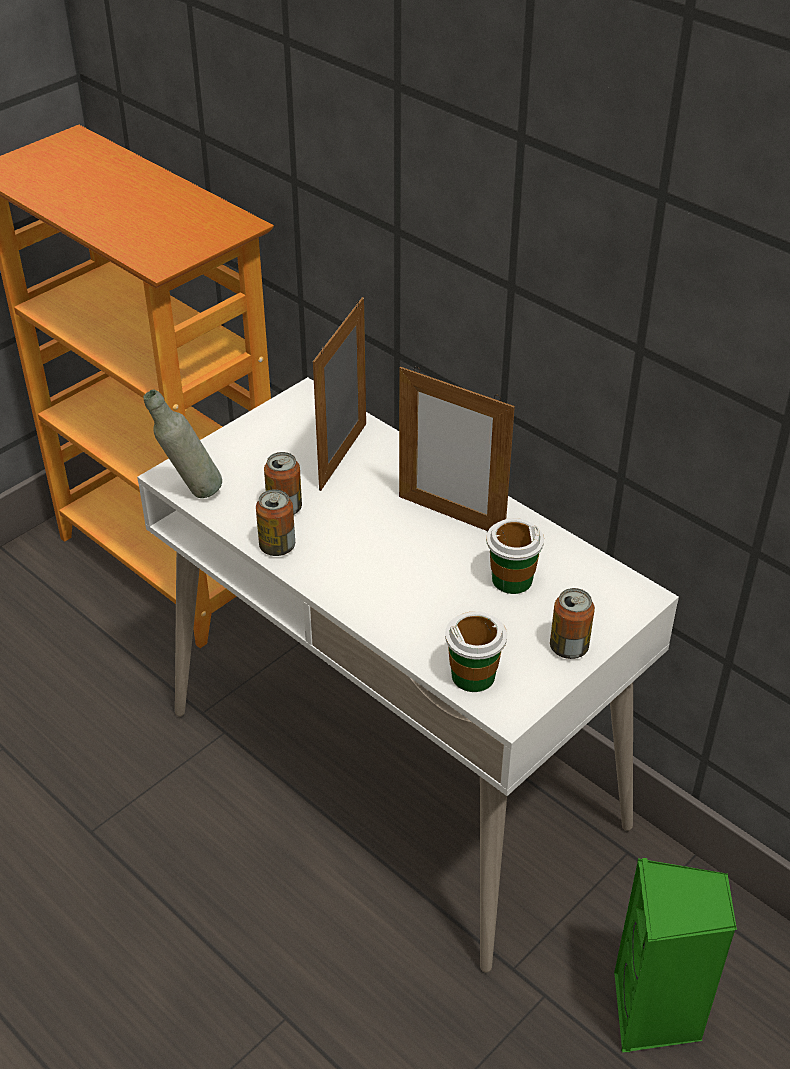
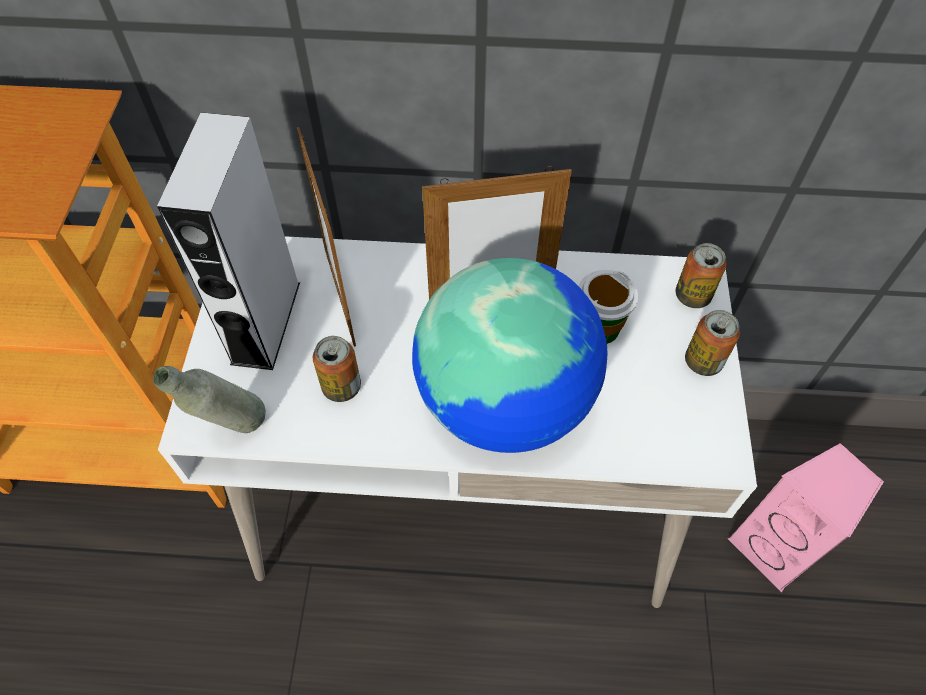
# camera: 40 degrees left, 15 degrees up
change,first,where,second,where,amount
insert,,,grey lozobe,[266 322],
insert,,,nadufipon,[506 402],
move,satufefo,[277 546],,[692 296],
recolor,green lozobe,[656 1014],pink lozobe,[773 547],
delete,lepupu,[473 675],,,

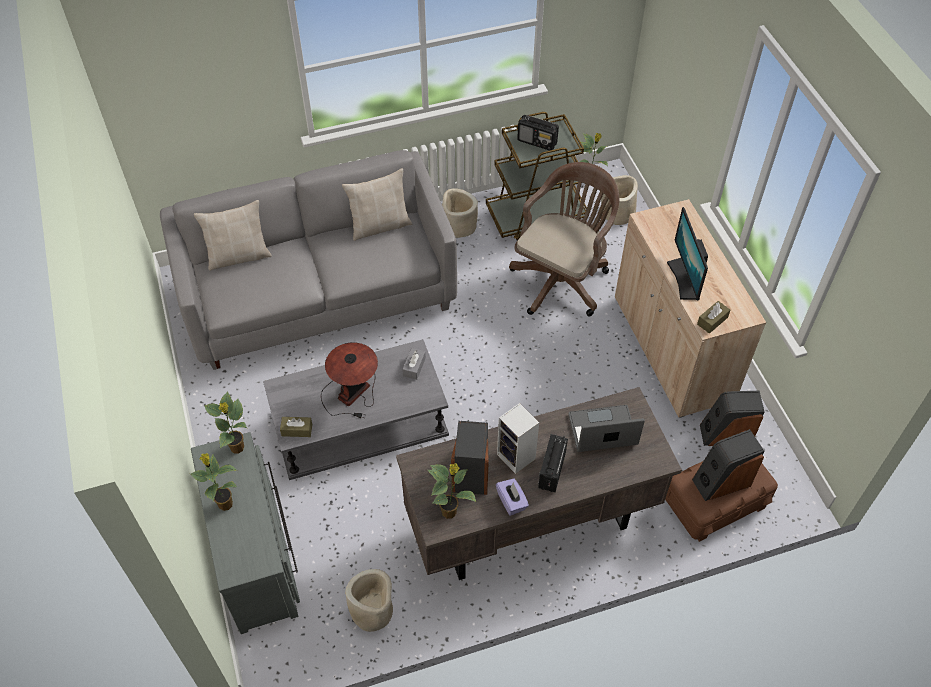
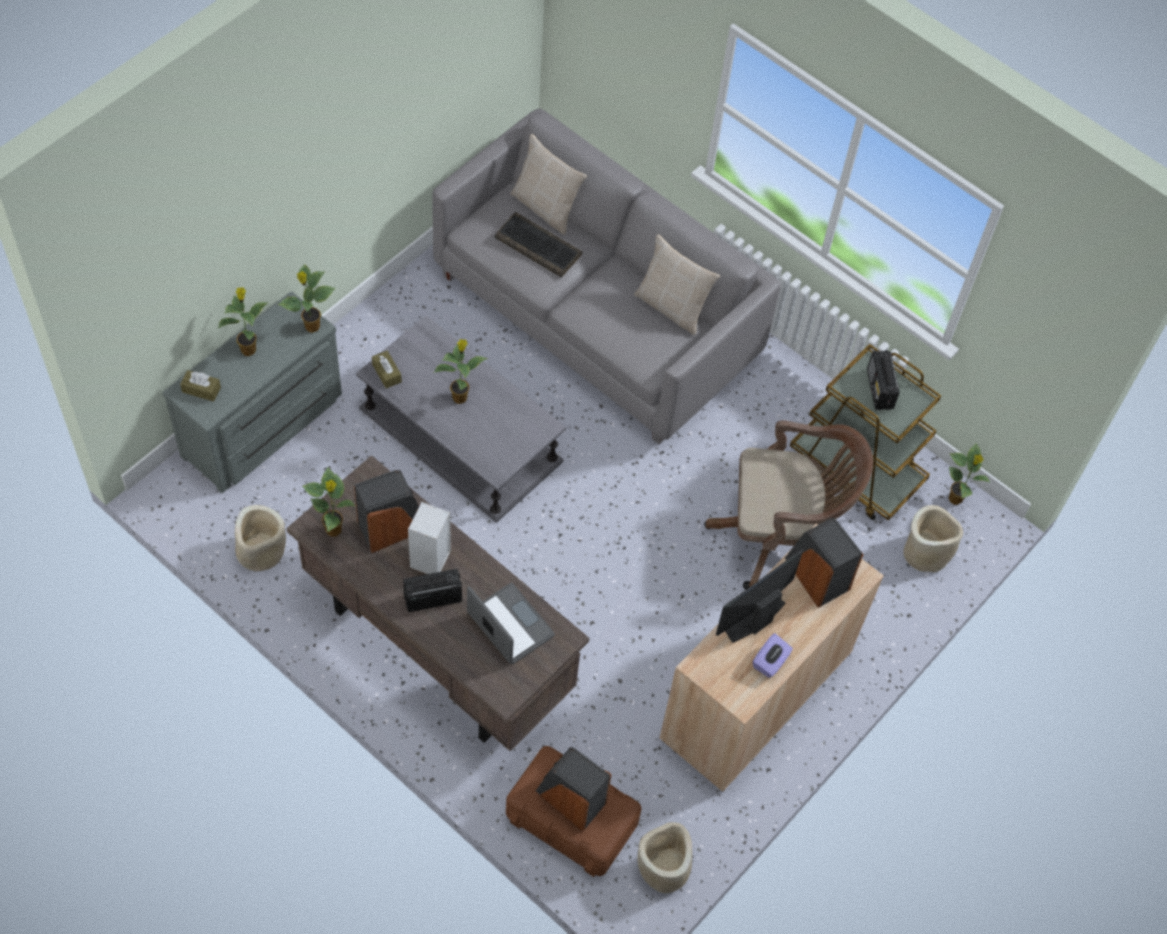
# camera: 55 degrees right, 5 degrees up
change,first,where,second,where,amount
move,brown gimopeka,[712 321],,[201 389],
replace,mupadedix,[352 392],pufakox,[460 397],
insert,,,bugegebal,[539 246],
move,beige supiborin,[459 226],,[663 868],
move,purple gimopeka,[511 502],,[770 662],
move,lozobe,[725 434],,[816 575],
delete,grey gimopeka,[414 367],,,

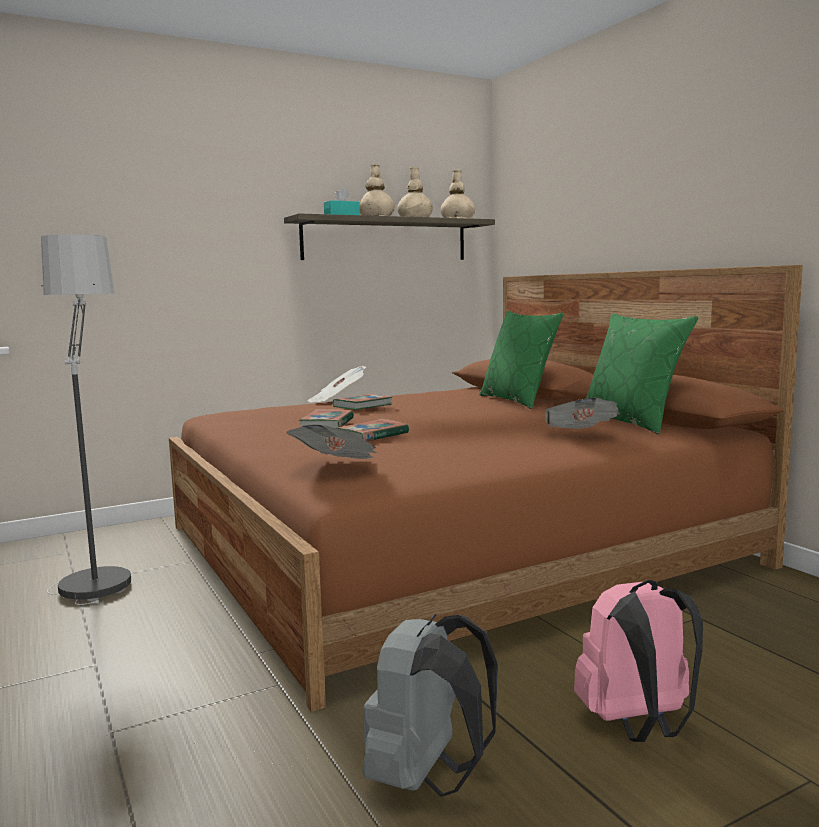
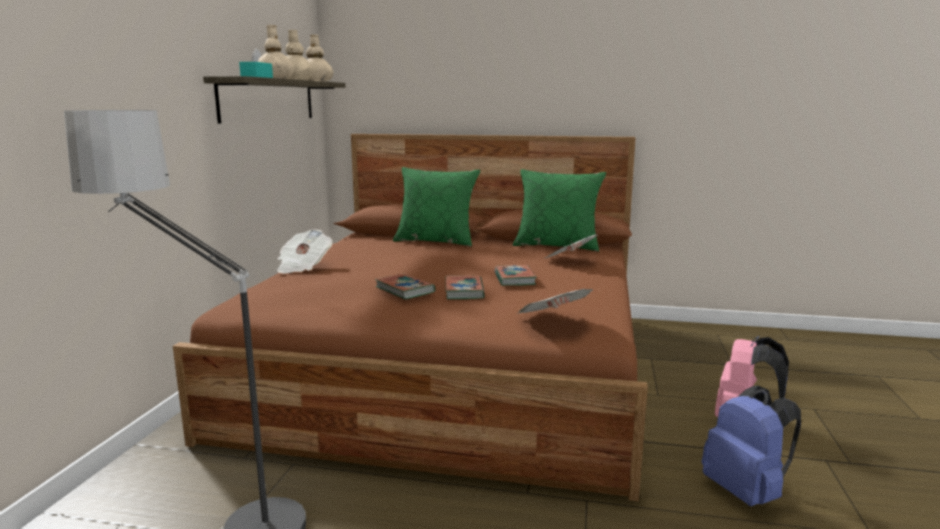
# camera: 50 degrees left, 5 degrees up
change,first,where,second,where,amount
move,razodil,[362 406],,[514 279],
recolor,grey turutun,[426 777],blue turutun,[746 492],

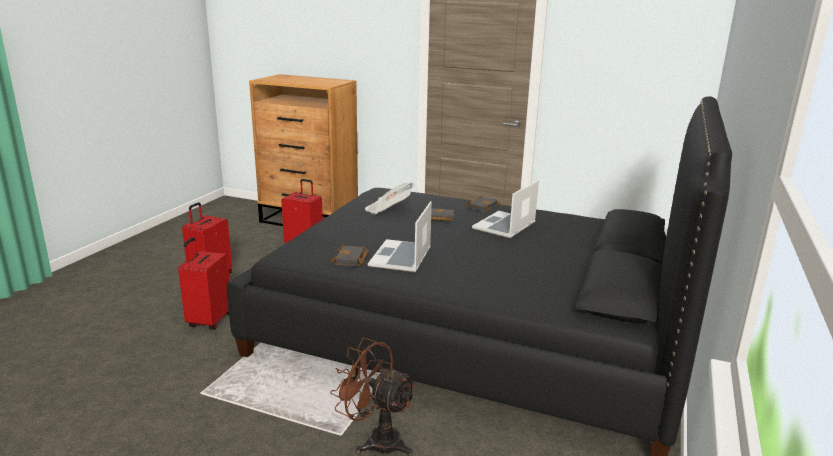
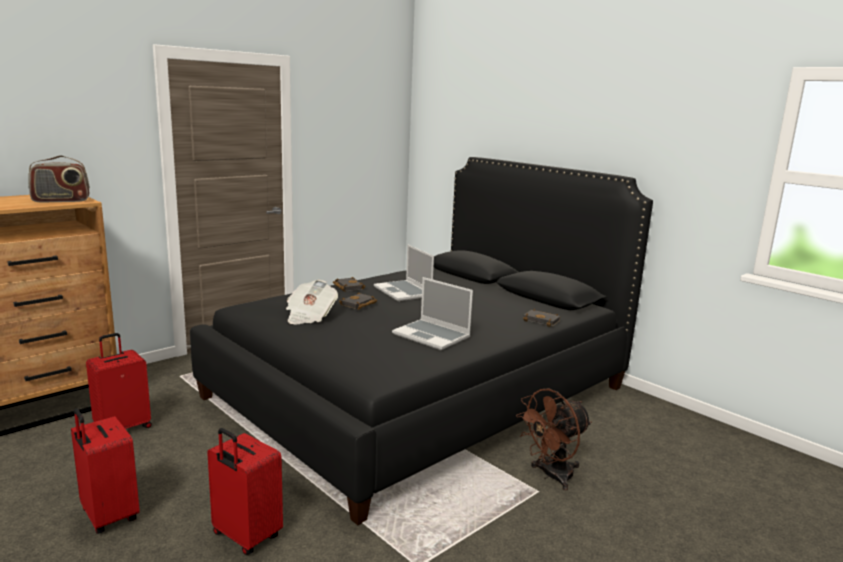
# camera: 65 degrees left, 5 degrees down
change,first,where,second,where,amount
insert,,,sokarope,[61 200],
move,black razodil,[351 259],,[542 321],

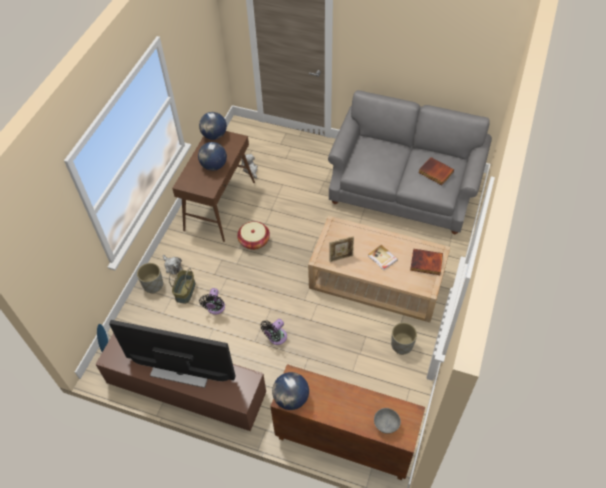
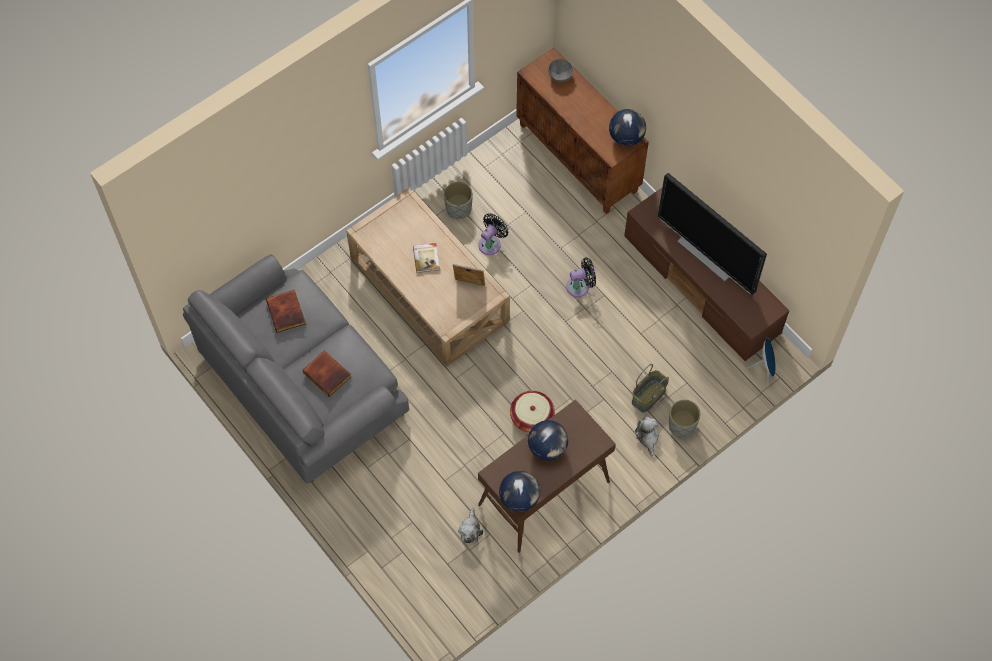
# camera: 150 degrees left, 10 degrees up
change,first,where,second,where,amount
move,razodil,[426 263],,[328 374],
move,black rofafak,[215 308],,[491 243],

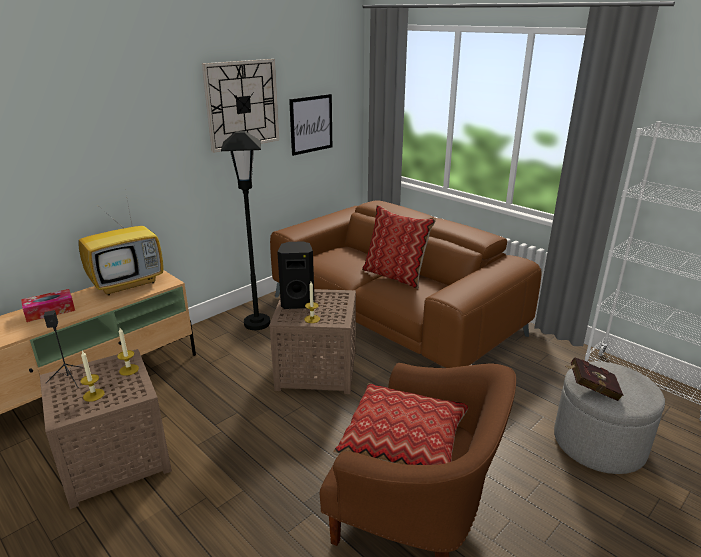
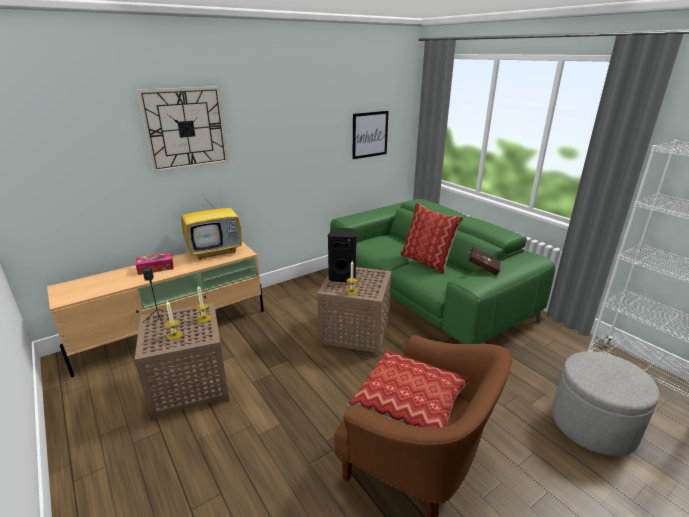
# camera: 10 degrees right, 0 degrees up
change,first,where,second,where,amount
move,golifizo,[242 104],,[186 128],
recolor,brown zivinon,[394 315],green zivinon,[425 294],
move,red razodil,[590 388],,[481 268],
delete,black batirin,[257 323],,,

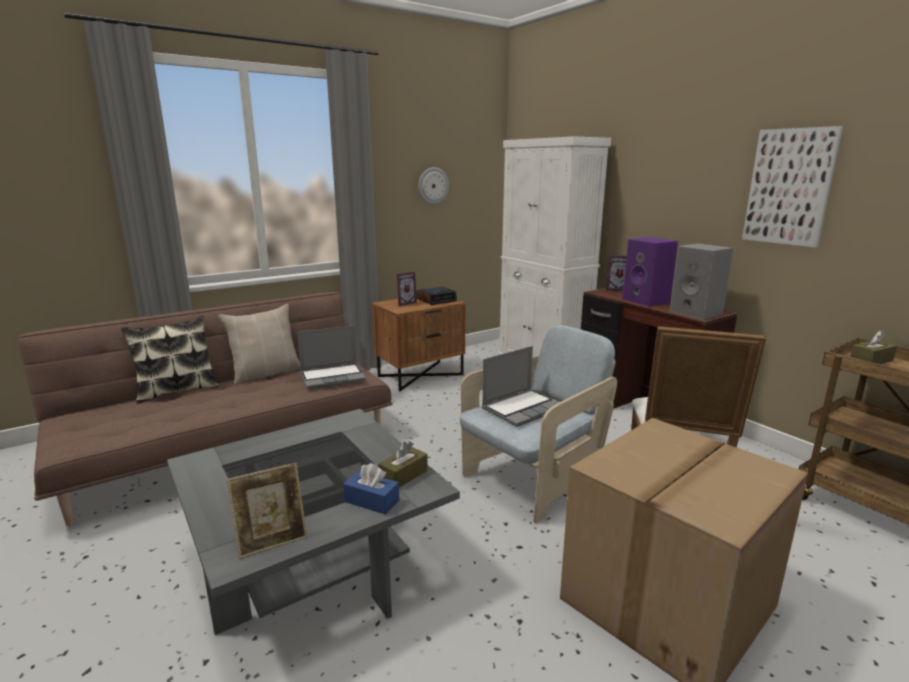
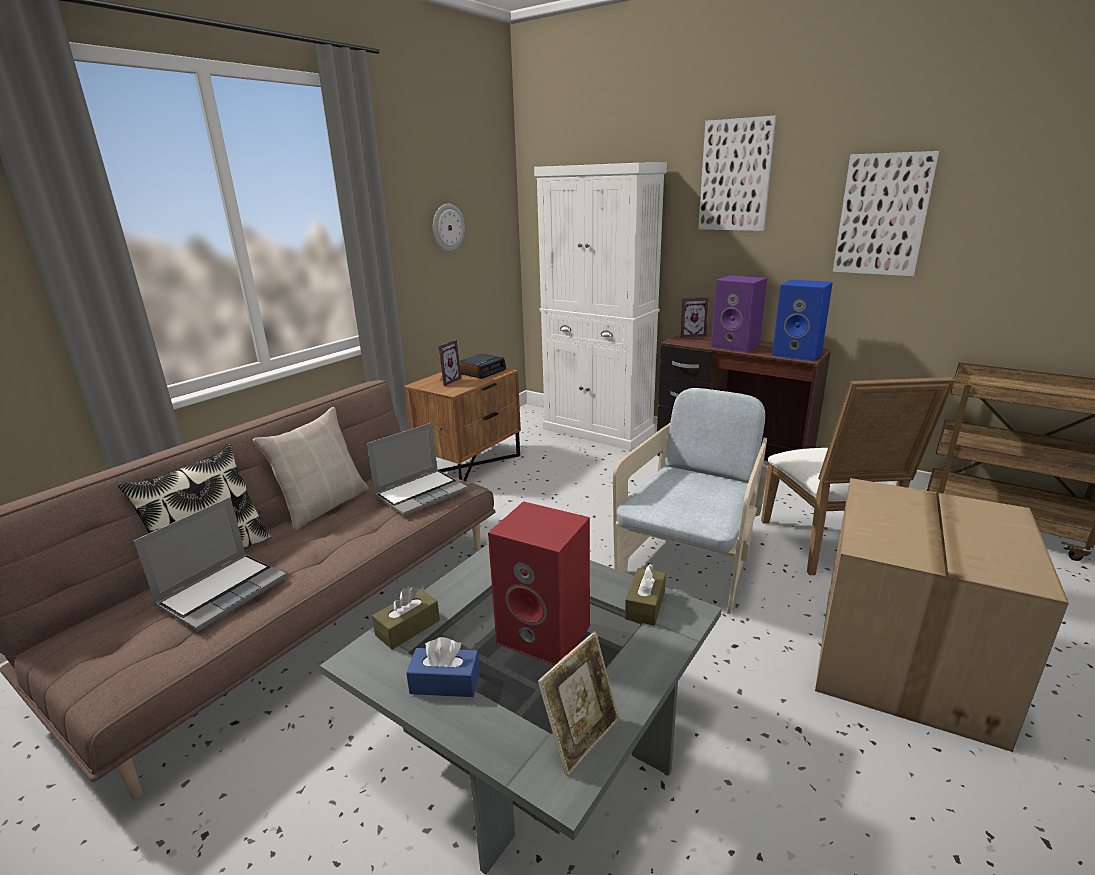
# camera: 20 degrees left, 5 degrees up
change,first,where,second,where,amount
move,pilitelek,[522 408],,[223 591],
move,brown gimopeka,[871 360],,[408 628],
move,blue gimopeka,[372 501],,[445 682],
insert,,,red lozobe,[546 634],
insert,,,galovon,[735 175],
recolor,grey lozobe,[697 313],blue lozobe,[798 354],

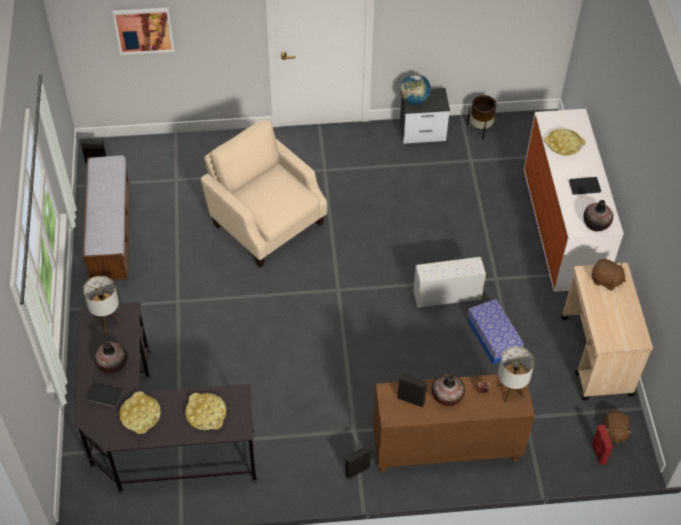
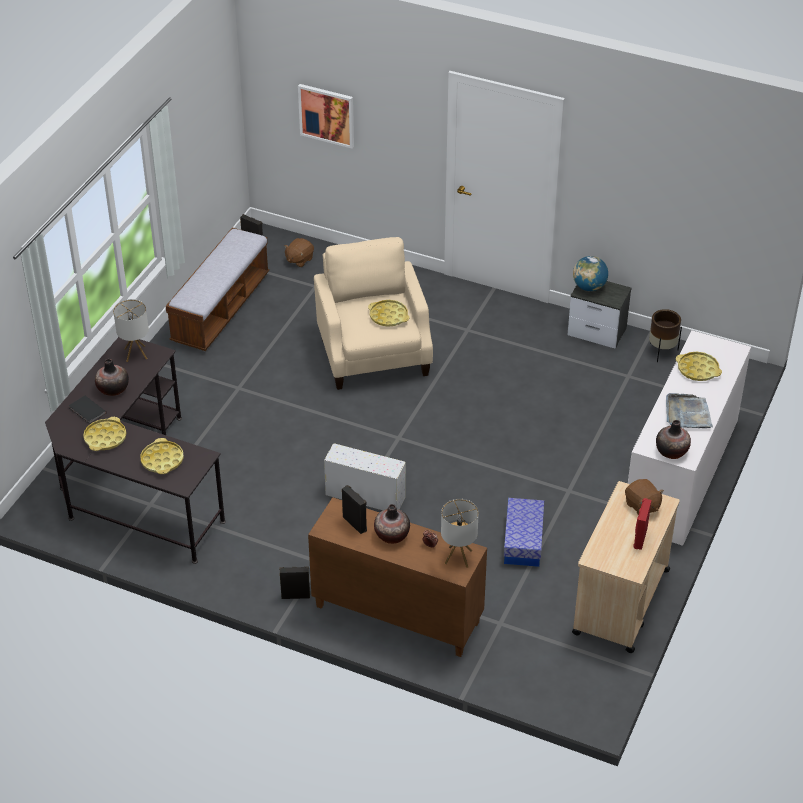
# camera: 30 degrees right, 10 degrees down
change,first,where,second,where,amount
move,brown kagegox,[614 432],,[299 260],
move,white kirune,[446 295],,[364 496],
insert,,,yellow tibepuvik,[388 316],
move,red lozobe,[598 453],,[639 538],
replace,black razodil,[584 186],grey tibepuvik,[687 414],

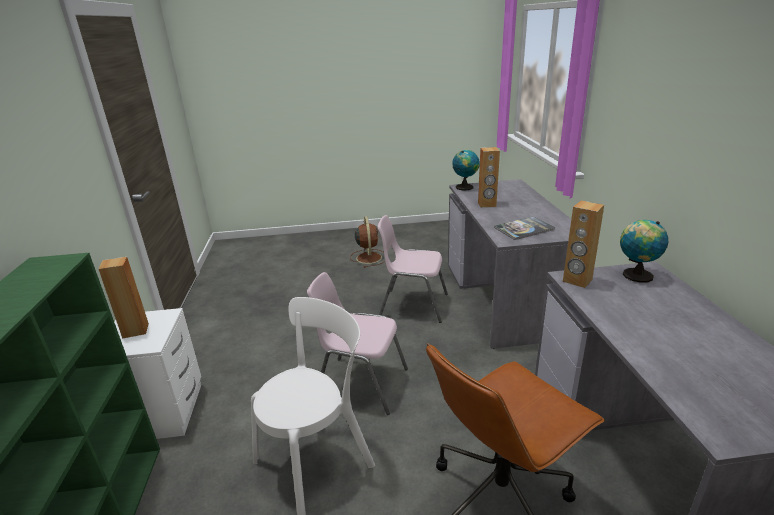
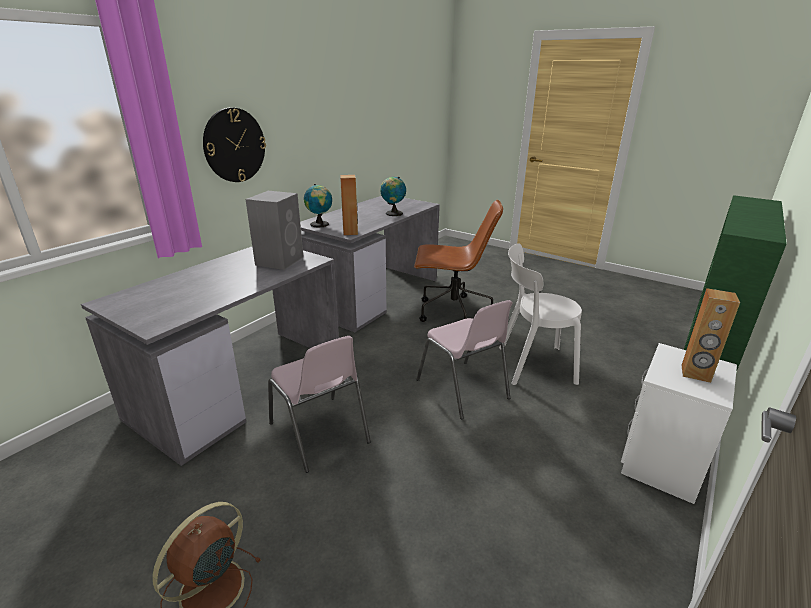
# camera: 140 degrees left, 0 degrees up
change,first,where,second,where,amount
insert,,,golifizo,[234 145],
replace,razodil,[524 229],grey lozobe,[280 260],
move,nadufipon,[465 187],,[393 213],
delete,brown lozobe,[487 204],,,

